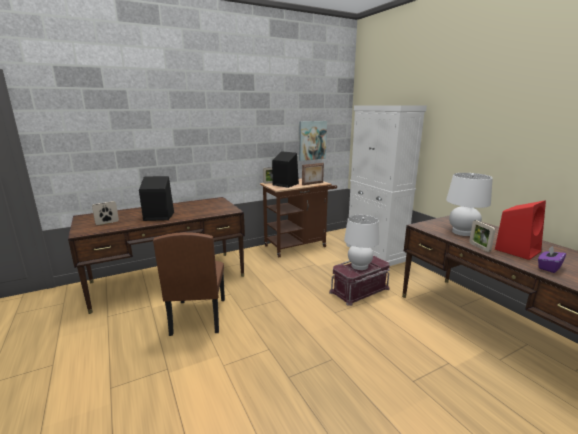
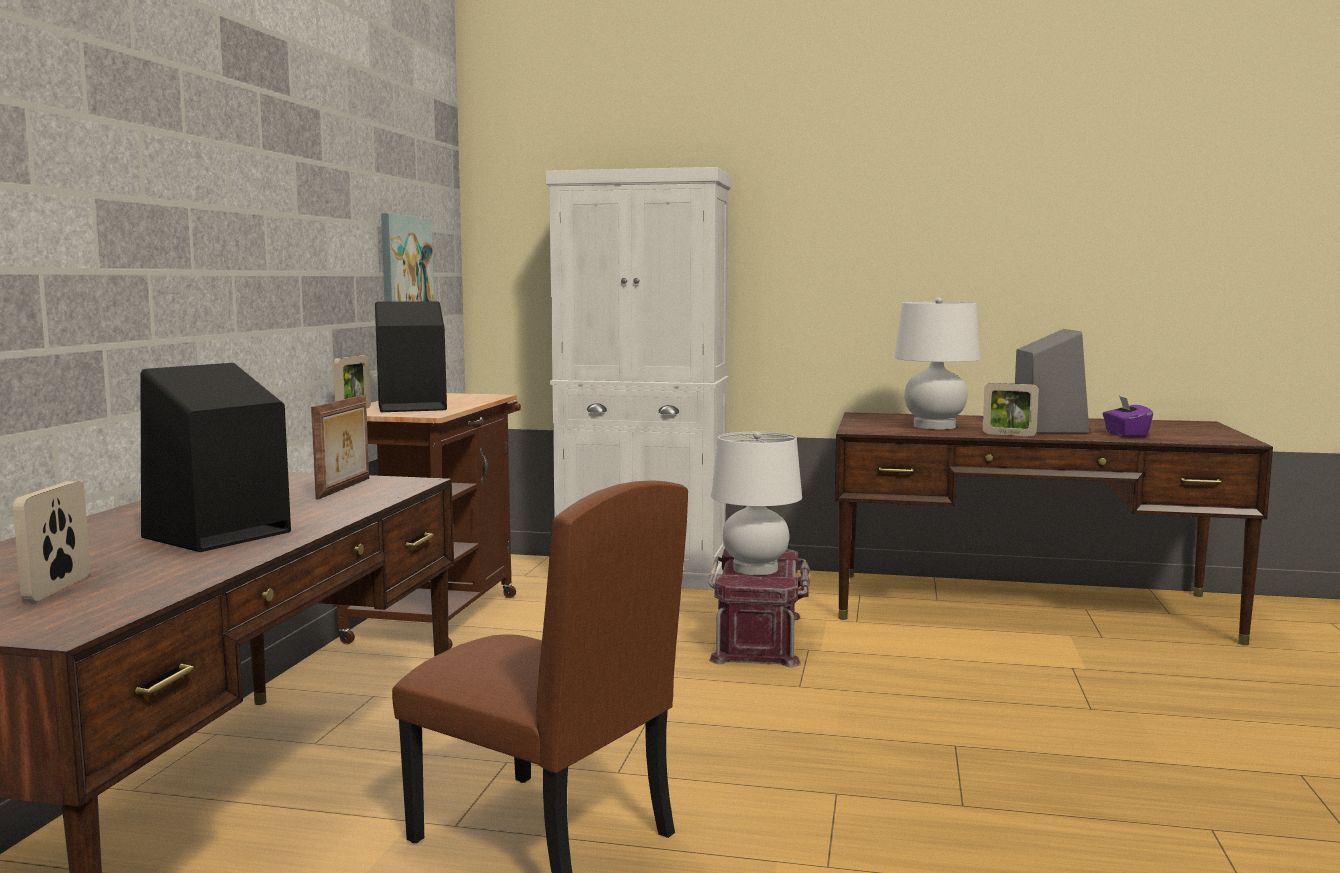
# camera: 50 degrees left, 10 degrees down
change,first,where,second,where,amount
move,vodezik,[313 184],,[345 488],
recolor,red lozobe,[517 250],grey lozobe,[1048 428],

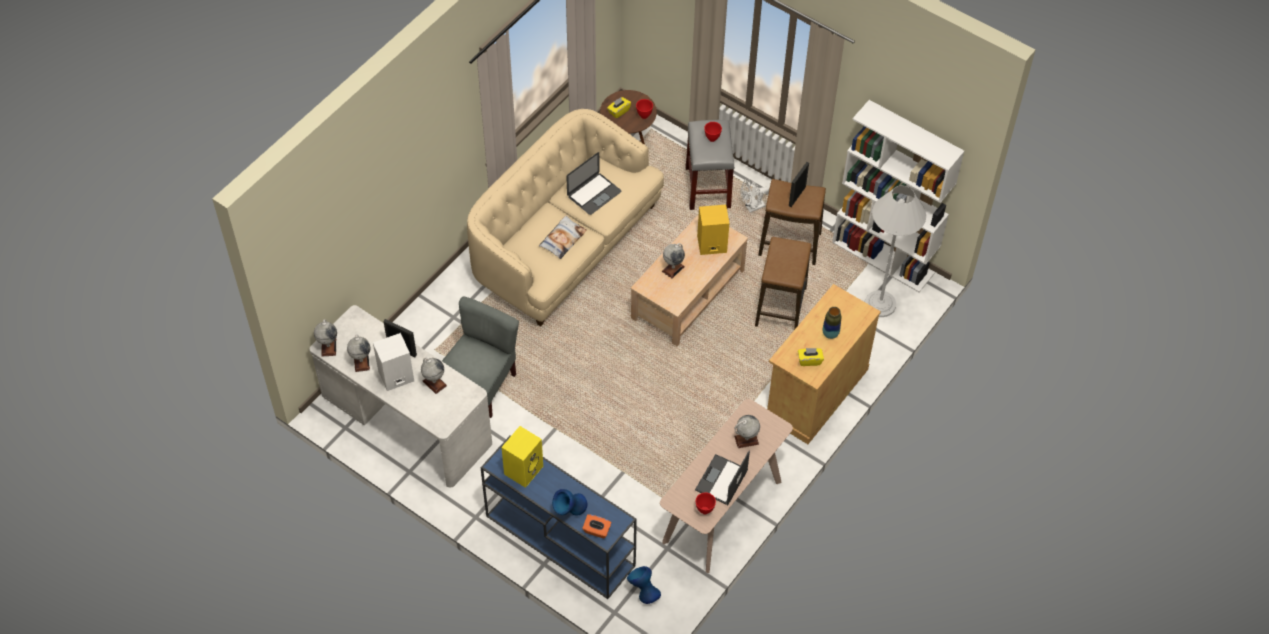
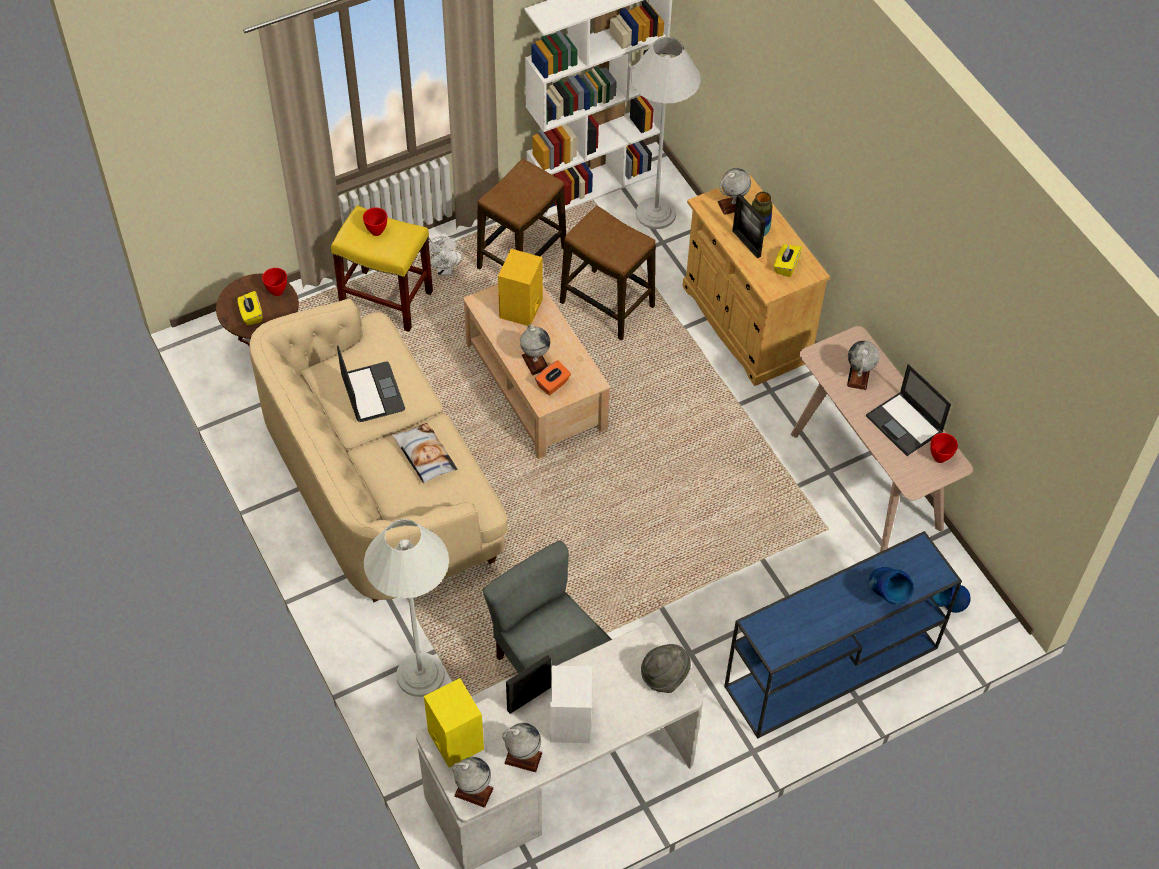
# camera: 65 degrees left, 0 degrees up
change,first,where,second,where,amount
recolor,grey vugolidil,[707 187],yellow vugolidil,[385 300],
insert,,,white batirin,[420 675],
move,yellow lozobe,[523 469],,[454 740],
move,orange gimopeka,[596 531],,[553 384],
insert,,,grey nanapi,[664 676],
move,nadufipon,[434 383],,[733 205],
move,vodezik,[797 196],,[746 243],

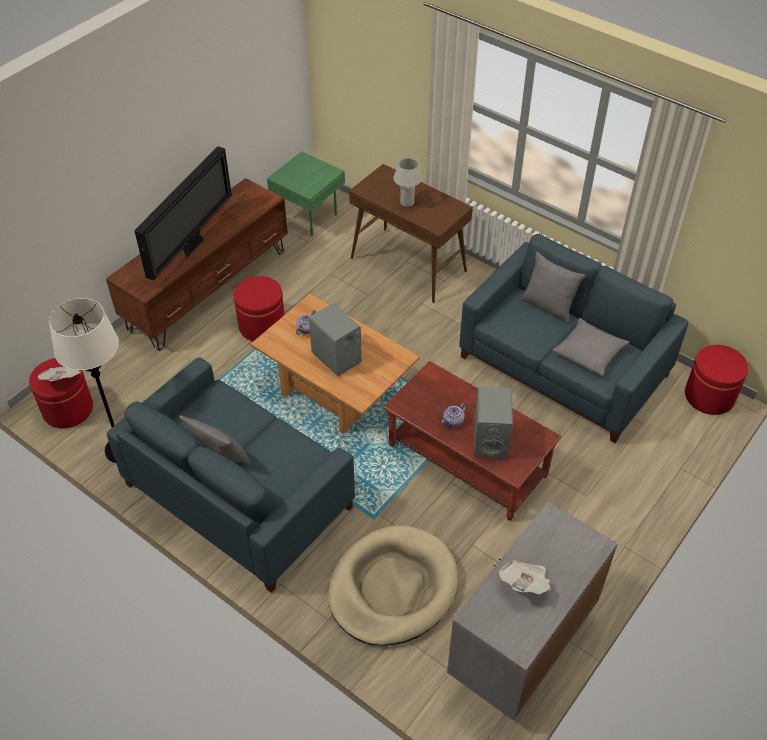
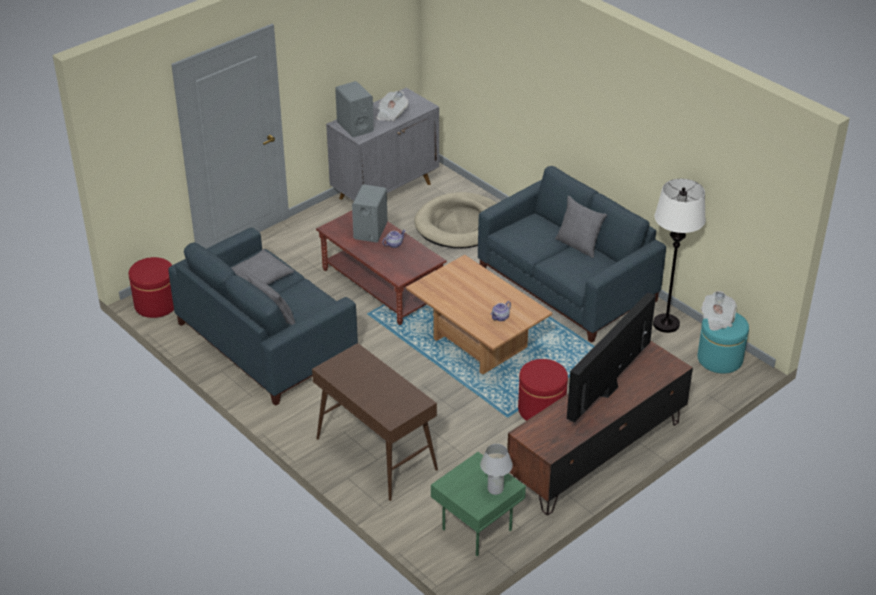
# camera: 170 degrees left, 10 degrees down
change,first,where,second,where,amount
move,grey lozobe,[336 357],,[355 126],
move,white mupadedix,[407 202],,[495 489],
recolor,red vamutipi,[68 409],turquoise vamutipi,[720 359],

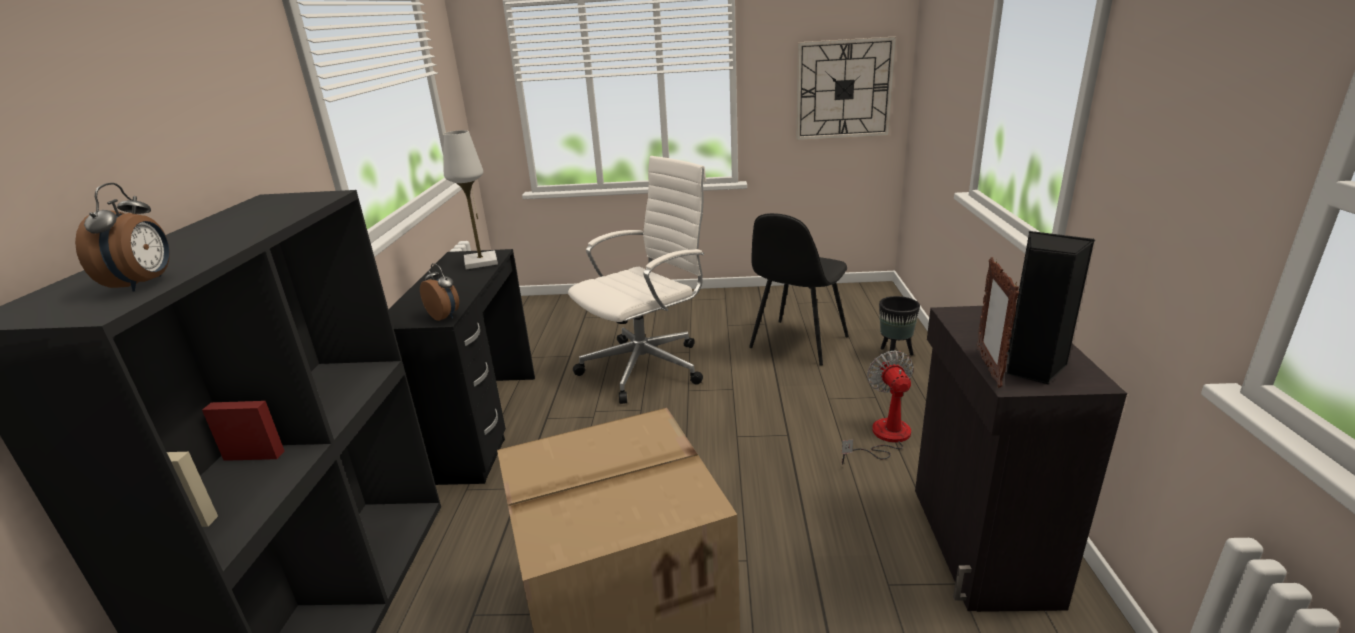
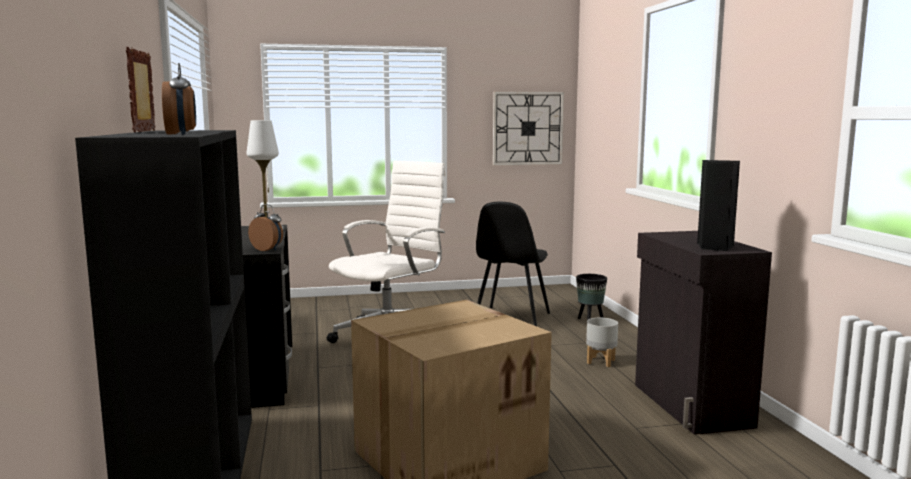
# camera: 15 degrees left, 15 degrees down
change,first,where,second,where,amount
move,vodezik,[988 367],,[145 131],
replace,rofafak,[883 437],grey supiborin,[600 362],

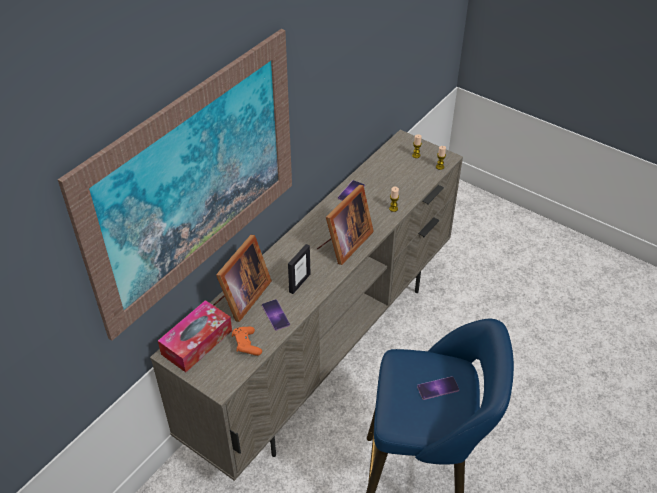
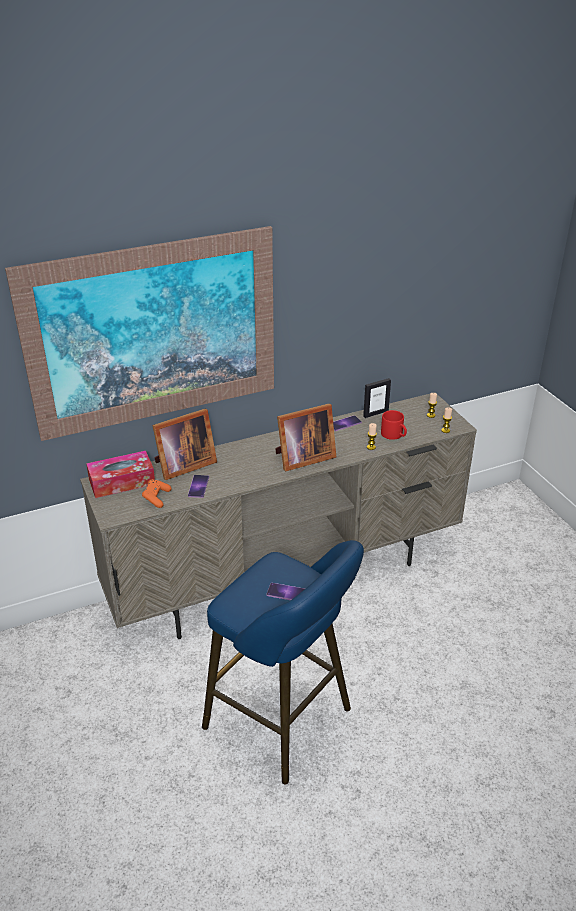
# camera: 30 degrees right, 10 degrees down
change,first,where,second,where,amount
move,vodezik,[299 283],,[375 413],
insert,,,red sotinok,[394 435],

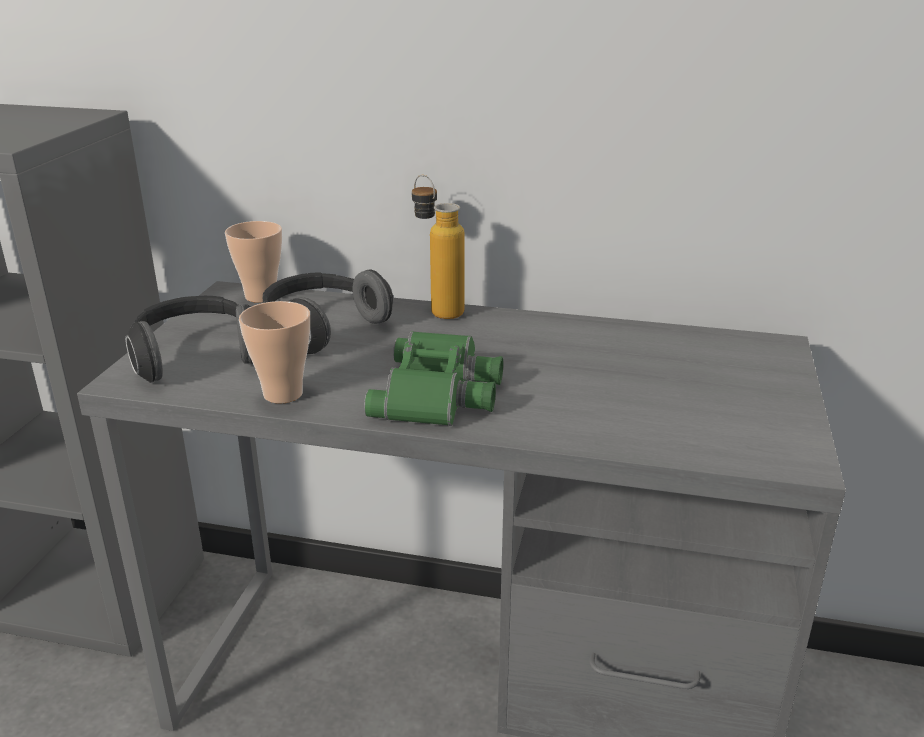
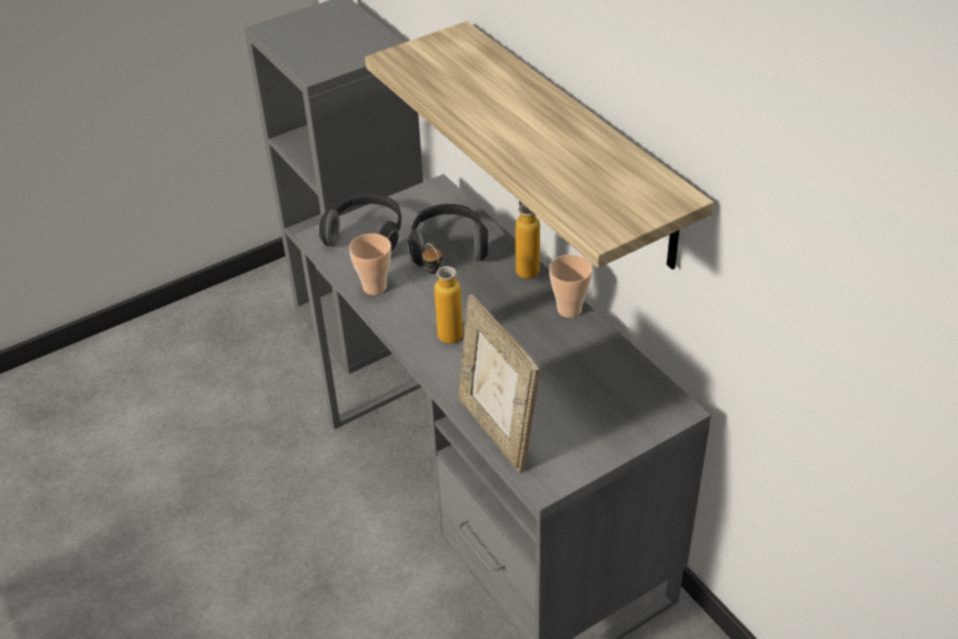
# camera: 45 degrees right, 15 degrees up
change,first,where,second,where,amount
insert,,,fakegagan,[575 145],
replace,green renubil,[440 392],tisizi,[444 330],
insert,,,vodezik,[497 430],
move,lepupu,[261 296],,[569 309],

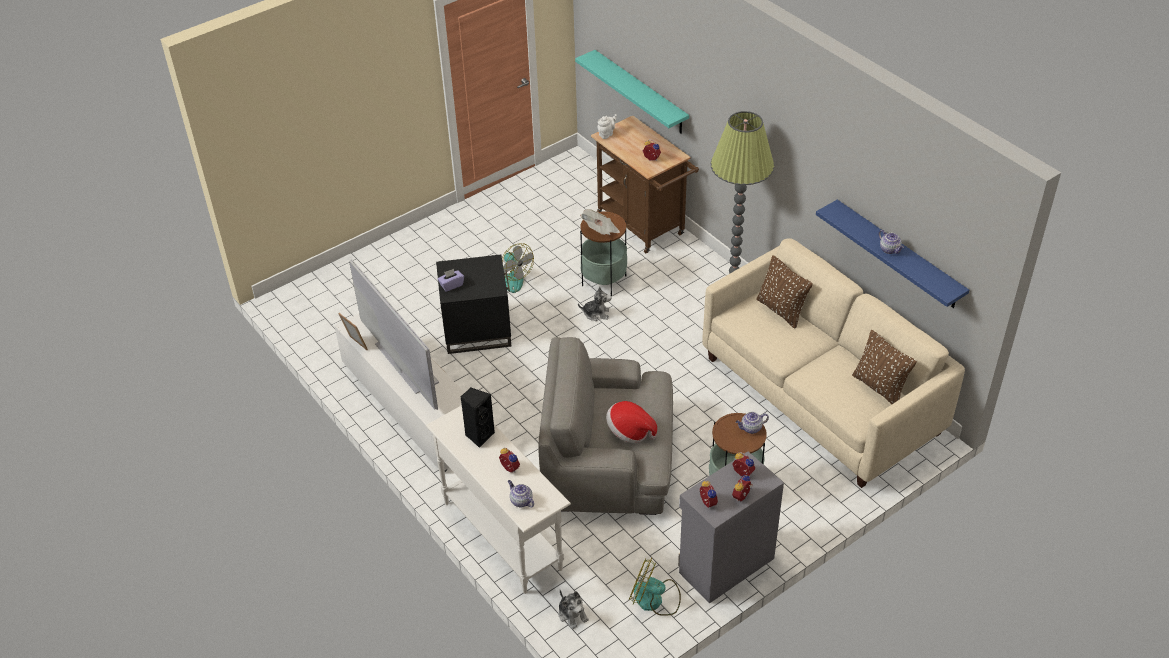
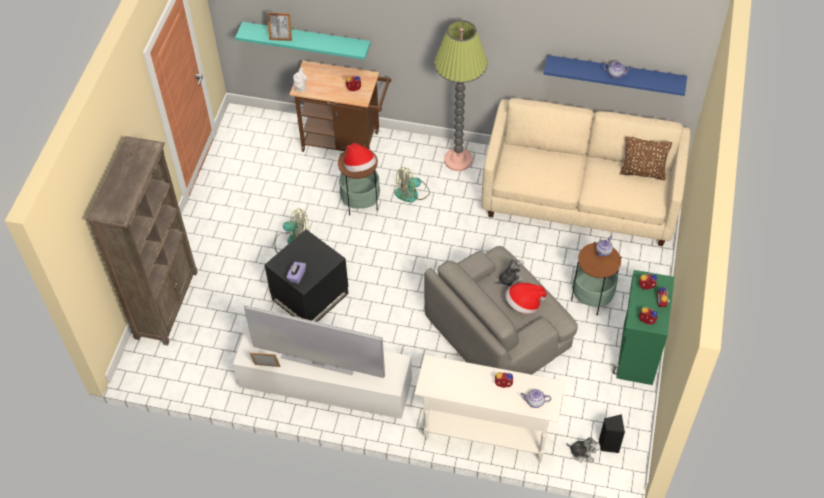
# camera: 40 degrees left, 10 degrees up
change,first,where,second,where,amount
insert,,,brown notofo,[166 304],
insert,,,vodezik,[281 38],
replace,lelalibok,[600 230],nanapi,[359 167],
move,rofafak,[655 599],,[412 193],
move,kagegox,[596 313],,[509 280],
move,black lozobe,[479 435],,[608 444],
recolor,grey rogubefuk,[725 565],green rogubefuk,[636 353],
delete,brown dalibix,[781 310],,,

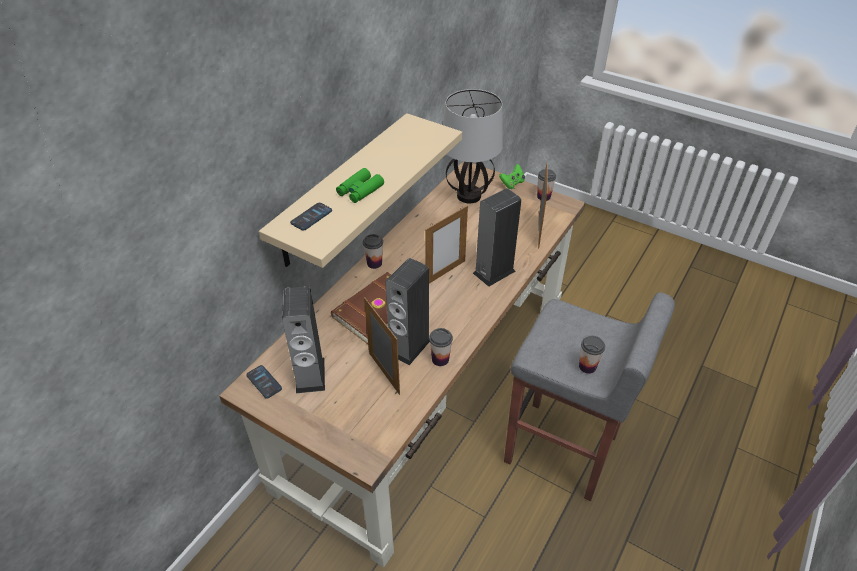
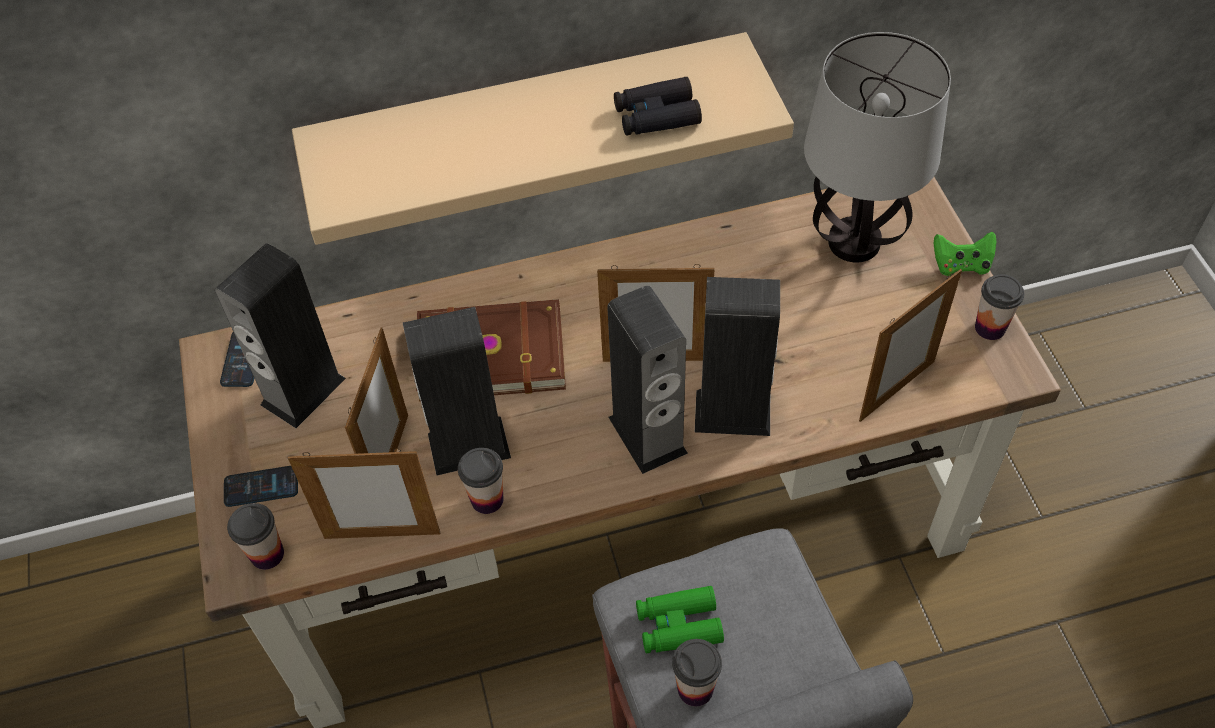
# camera: 45 degrees right, 10 degrees up
change,first,where,second,where,amount
move,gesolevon,[311 217],,[261 487],
move,lepupu,[374 263],,[267 554],
insert,,,vodezik,[382 535],
insert,,,lozobe,[647 435],
insert,,,black renubil,[656 116],
move,green renubil,[360 190],,[678 625],

